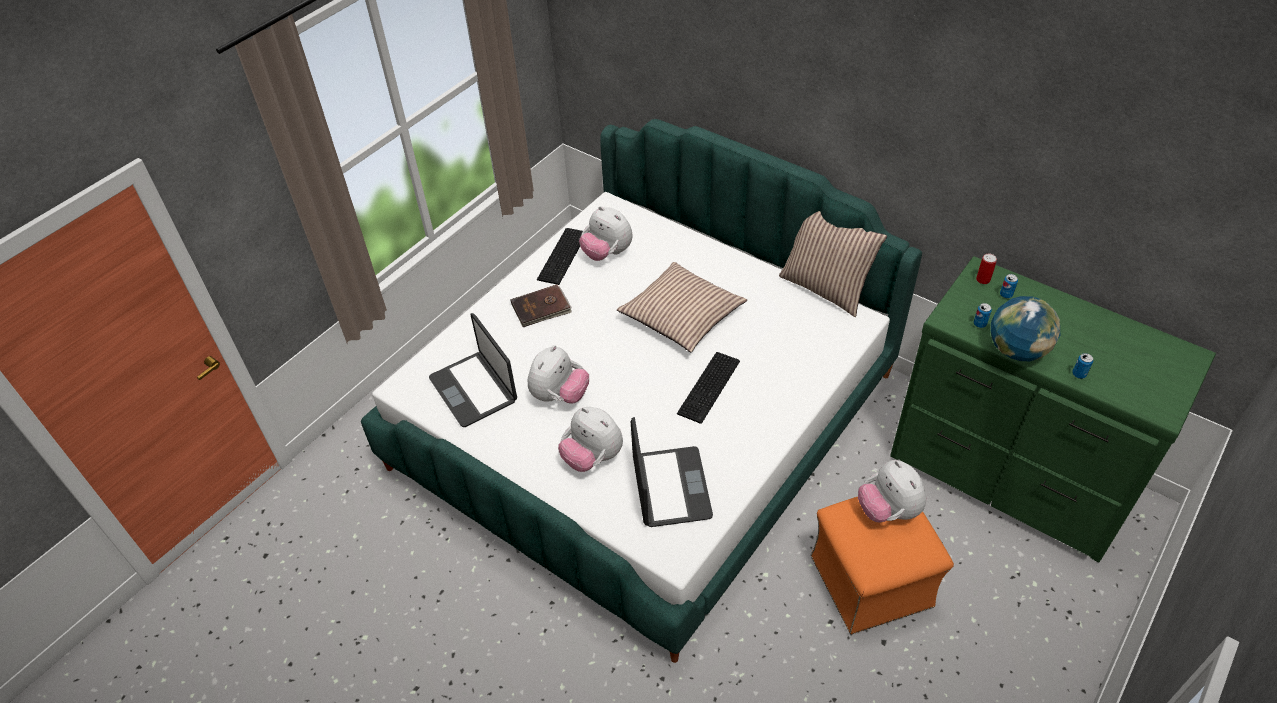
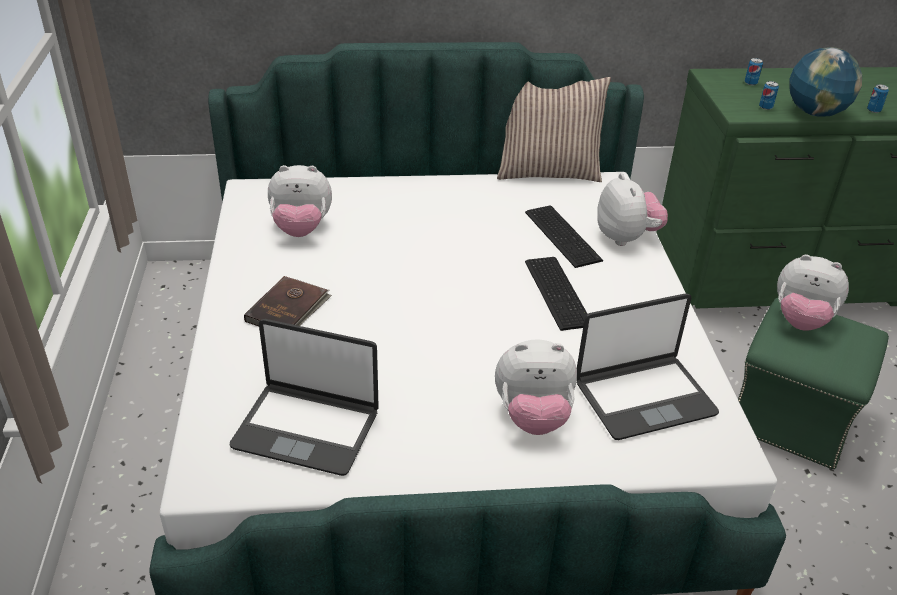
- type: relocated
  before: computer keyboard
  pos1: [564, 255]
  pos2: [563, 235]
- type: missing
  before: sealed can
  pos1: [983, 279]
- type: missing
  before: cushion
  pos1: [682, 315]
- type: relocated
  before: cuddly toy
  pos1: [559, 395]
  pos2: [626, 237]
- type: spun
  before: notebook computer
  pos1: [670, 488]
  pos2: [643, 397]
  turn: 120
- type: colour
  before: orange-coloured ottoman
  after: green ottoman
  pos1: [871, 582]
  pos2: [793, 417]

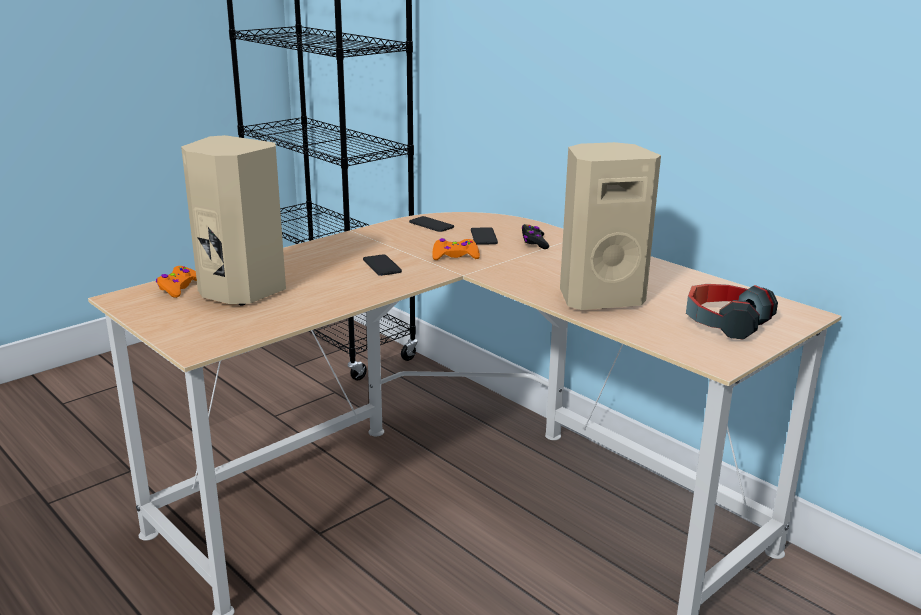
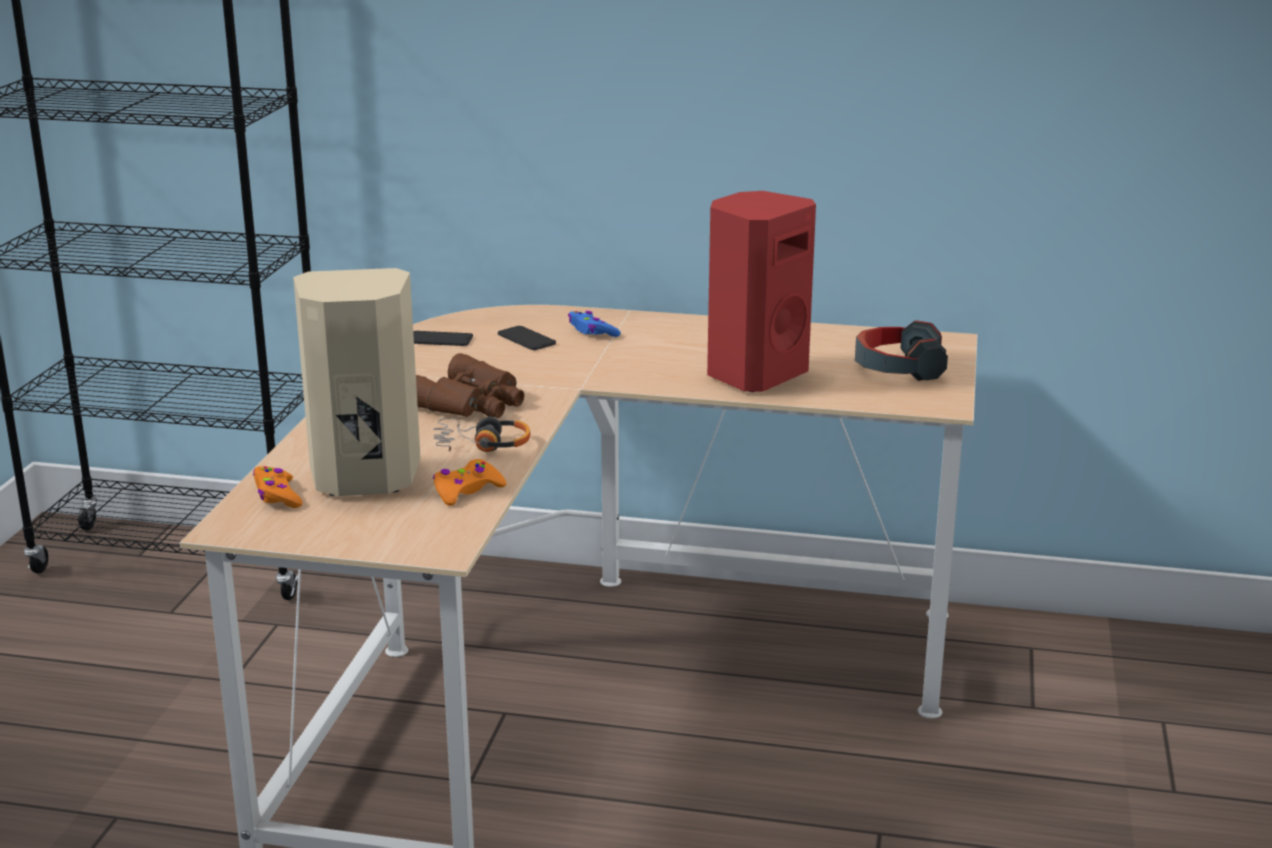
- type: colour
  before: beige speaker
  after: red speaker
  pos1: [599, 297]
  pos2: [753, 375]
- type: colour
  before: blackish joypad
  after: bluish joypad
  pos1: [534, 242]
  pos2: [592, 331]
- type: relocated
  before: orange-coloured joypad
  pos1: [455, 256]
  pos2: [467, 491]
- type: exchanged
  before: handset
  after: brown pair of binoculars
  pos1: [382, 266]
  pos2: [473, 403]
- type: appeared
  after: pair of headphones
  pos2: [481, 445]

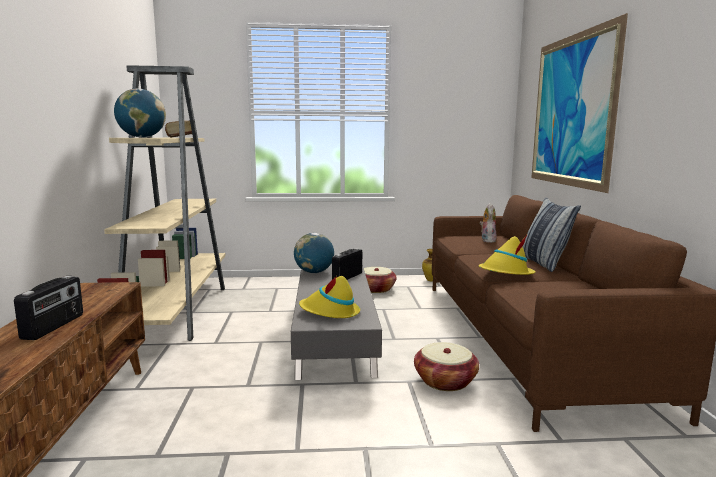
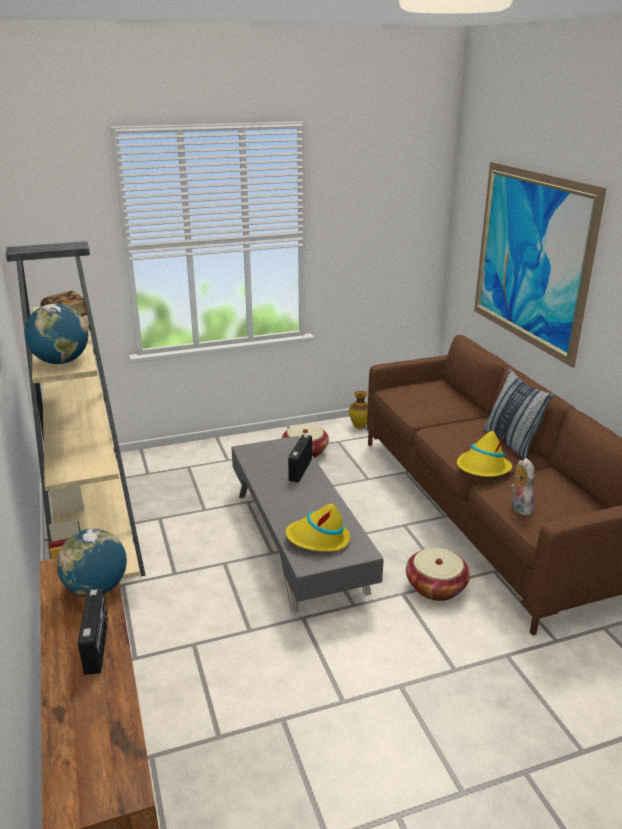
- type: relocated
  before: cuddly toy
  pos1: [487, 240]
  pos2: [519, 507]
- type: relocated
  before: globe
  pos1: [314, 272]
  pos2: [96, 588]

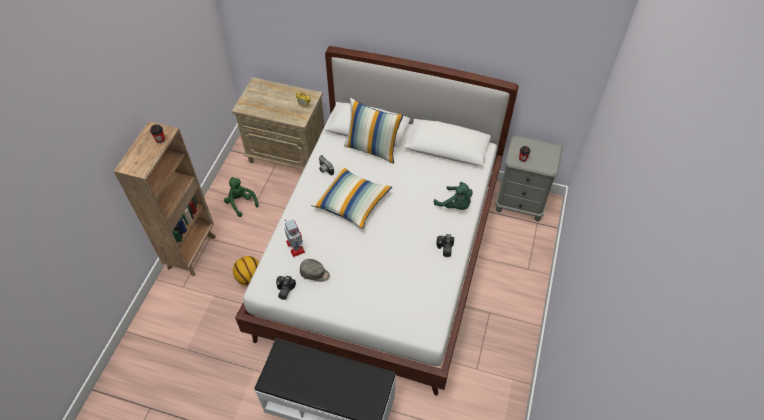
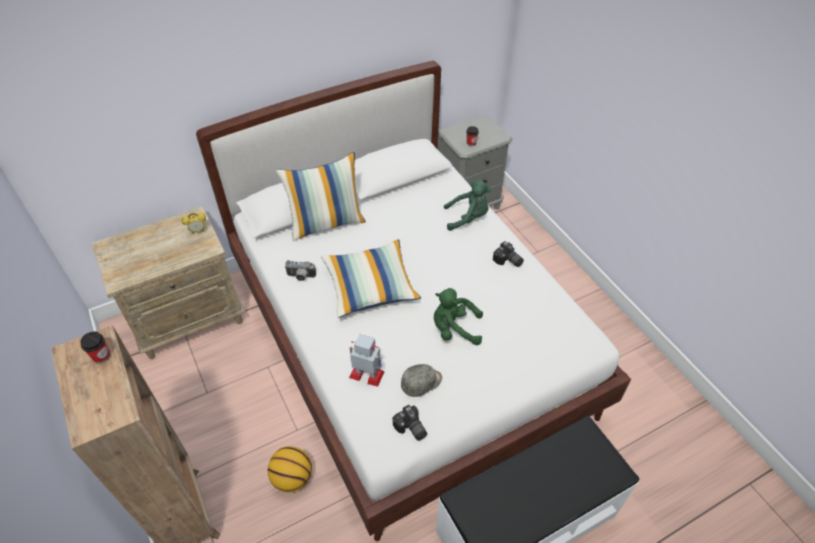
- type: relocated
  before: green cuddly toy
  pos1: [241, 203]
  pos2: [454, 329]

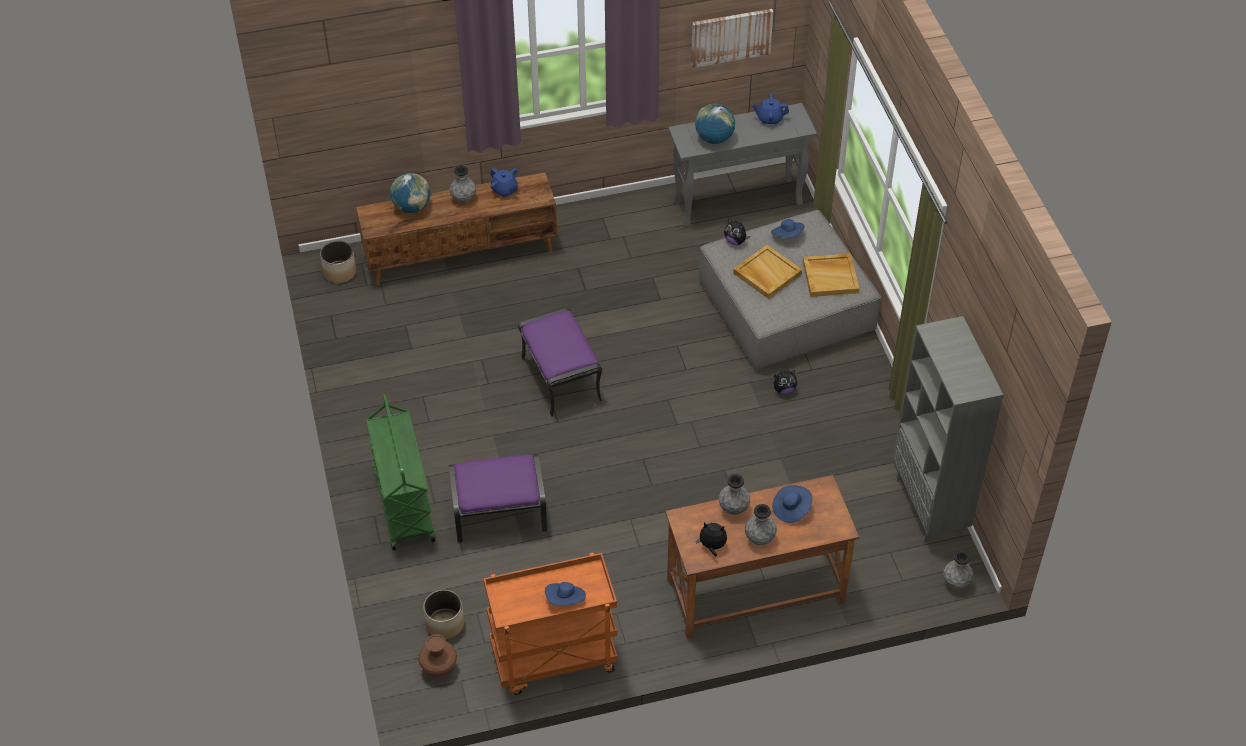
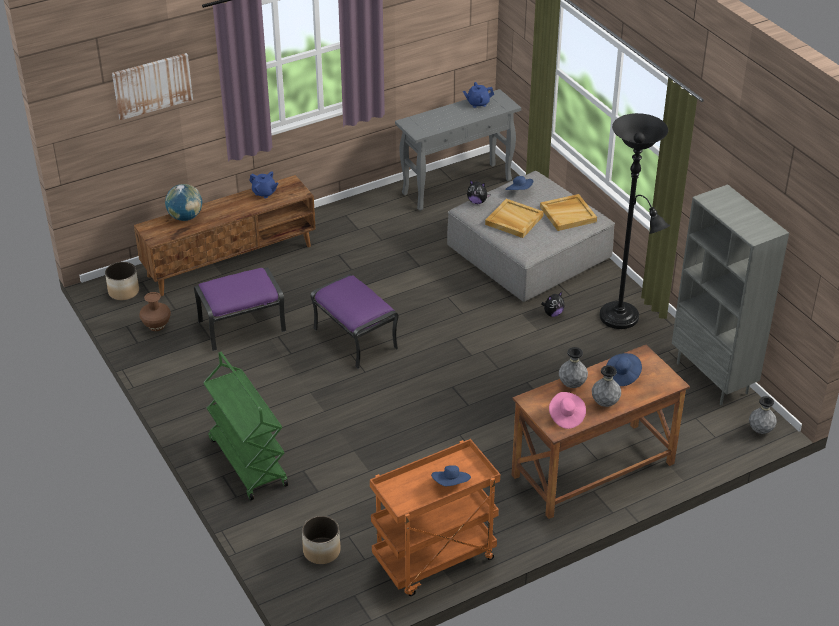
- type: relocated
  before: wall picture
  pos1: [731, 37]
  pos2: [152, 85]
- type: missing
  before: globe
  pos1: [714, 138]
- type: missing
  before: greyish decorative vase
  pos1: [463, 199]
- type: relocated
  before: purplish ottoman
  pos1: [500, 513]
  pos2: [242, 325]
- type: exchanged
  before: cuddly toy
  after: pink-coloured clothing hat
  pos1: [712, 546]
  pos2: [566, 416]
- type: relocated
  before: brown decorative vase
  pos1: [439, 667]
  pos2: [156, 325]
- type: appeared
  after: blackish standard lamp
  pos2: [623, 319]

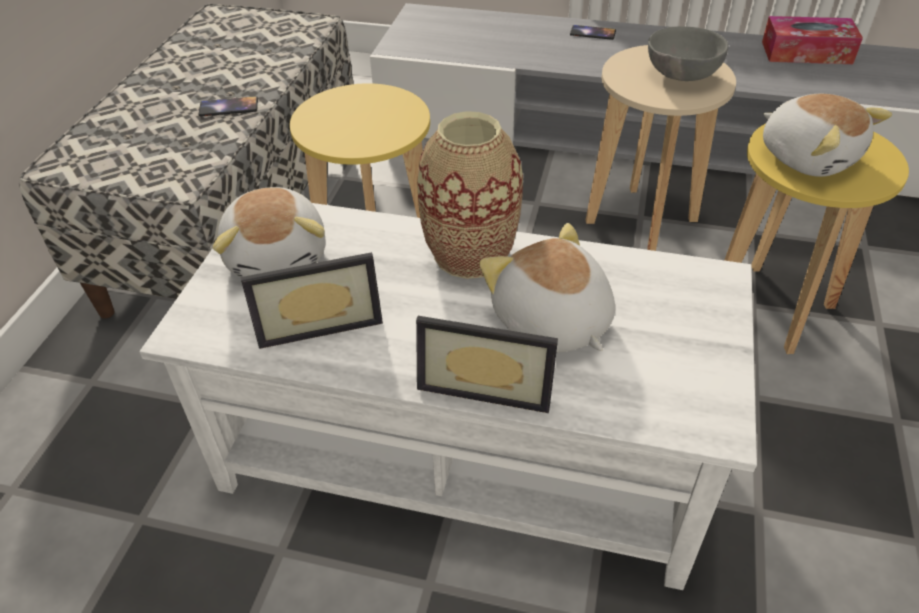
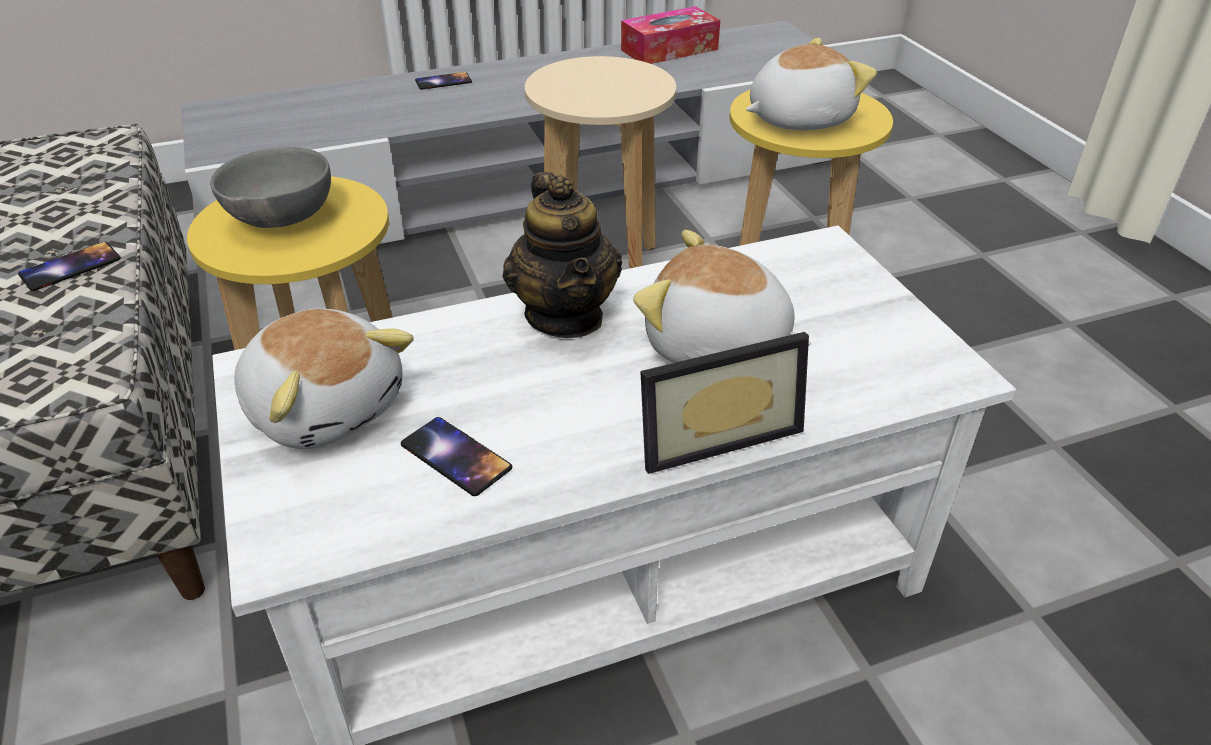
- type: relocated
  before: greyish bowl
  pos1: [680, 76]
  pos2: [279, 220]
- type: spun
  before: cuddly toy
  pos1: [808, 156]
  pos2: [797, 118]
  turn: -45
- type: exchanged
  before: decorative vase
  after: pot for tea
  pos1: [470, 254]
  pos2: [565, 316]
- type: exchanged
  before: standing frame
  after: handset
  pos1: [318, 320]
  pos2: [456, 456]

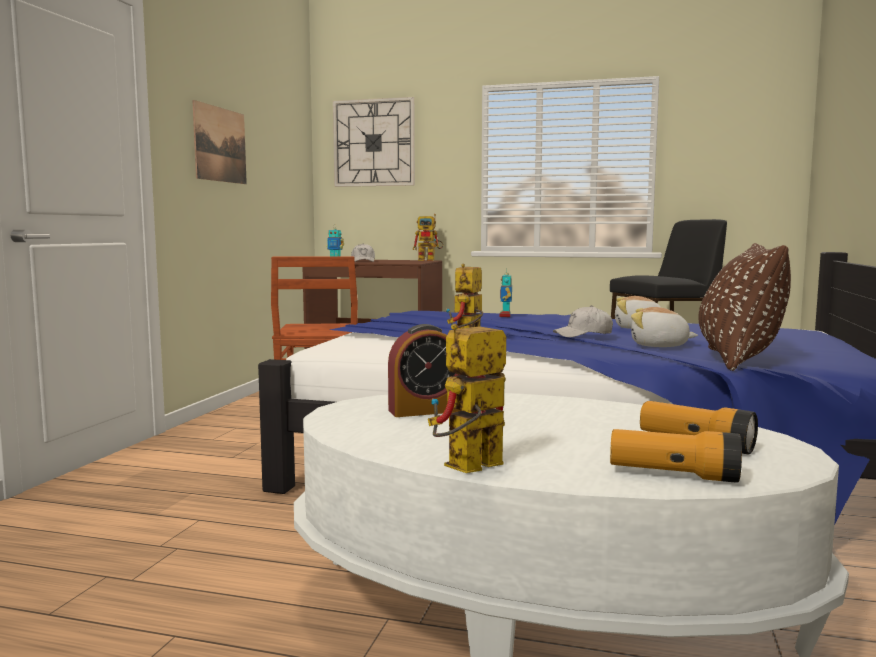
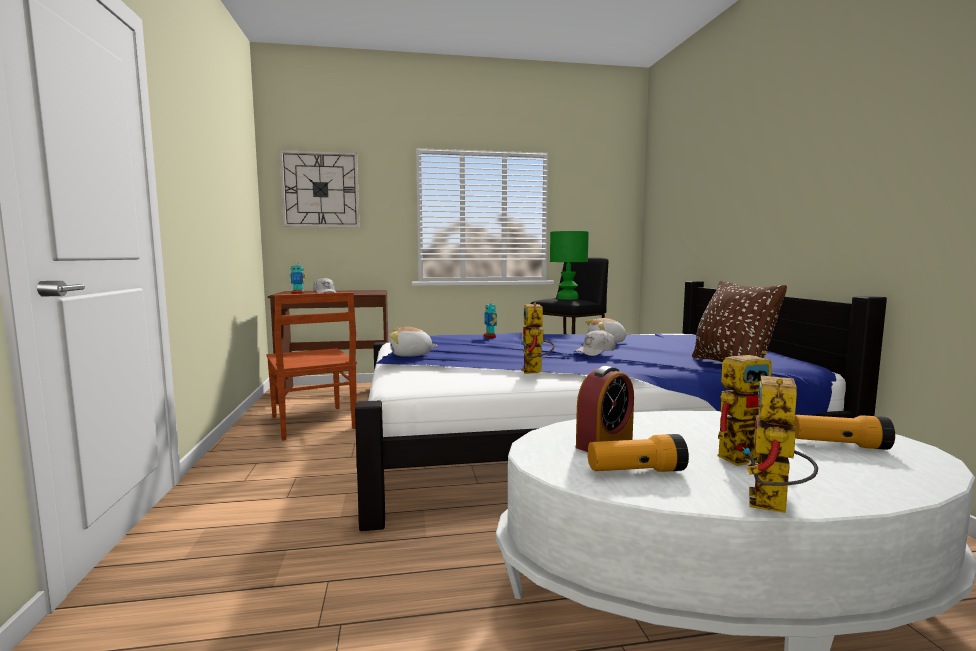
- type: missing
  before: wall picture
  pos1: [220, 144]
- type: relocated
  before: robot figure
  pos1: [430, 260]
  pos2: [745, 455]
- type: relocated
  before: cuddly toy
  pos1: [659, 346]
  pos2: [411, 355]
- type: relocated
  before: torch
  pos1: [673, 475]
  pos2: [636, 471]
- type: appeared
  after: green tabletop lamp
  pos2: [567, 298]

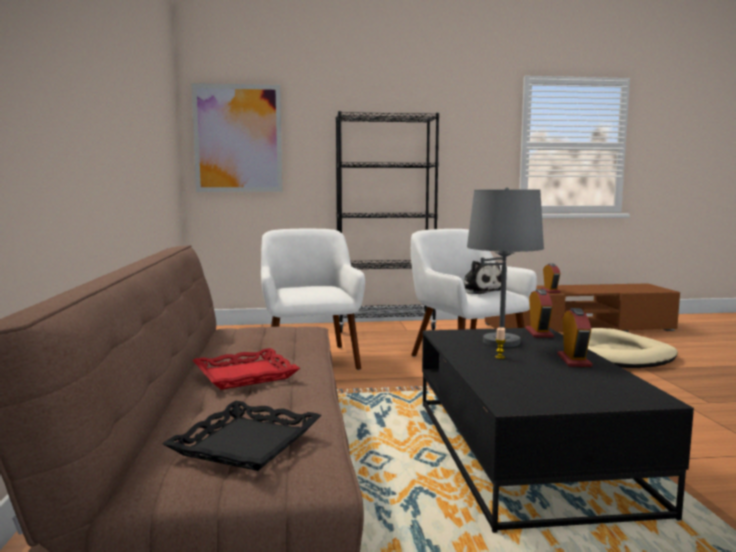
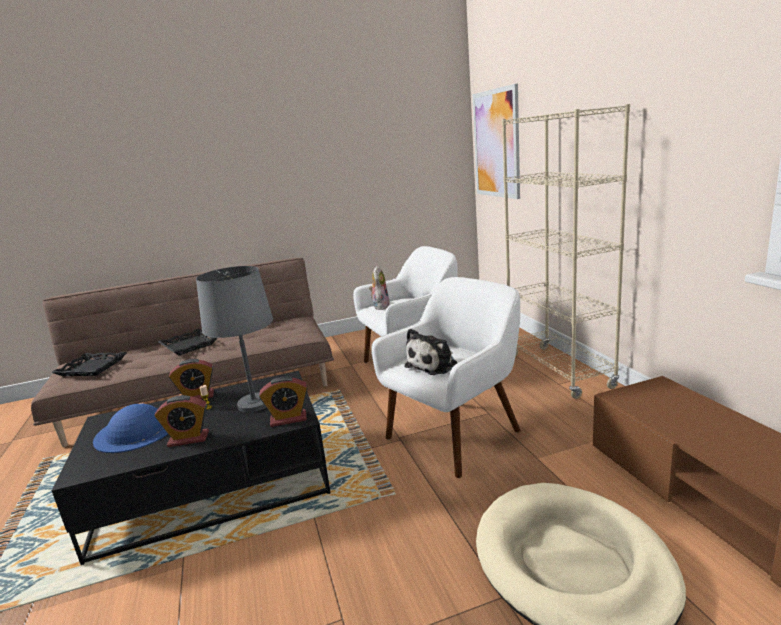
- type: colour
  before: blackish bookshelf
  after: beige bookshelf
  pos1: [385, 327]
  pos2: [559, 371]
- type: relocated
  before: alarm clock
  pos1: [550, 291]
  pos2: [197, 397]
- type: colour
  before: red carrying tray
  after: blackish carrying tray
  pos1: [245, 375]
  pos2: [189, 345]
- type: appeared
  after: cuddly toy
  pos2: [380, 306]
- type: appeared
  after: bluish clothing hat
  pos2: [137, 430]

